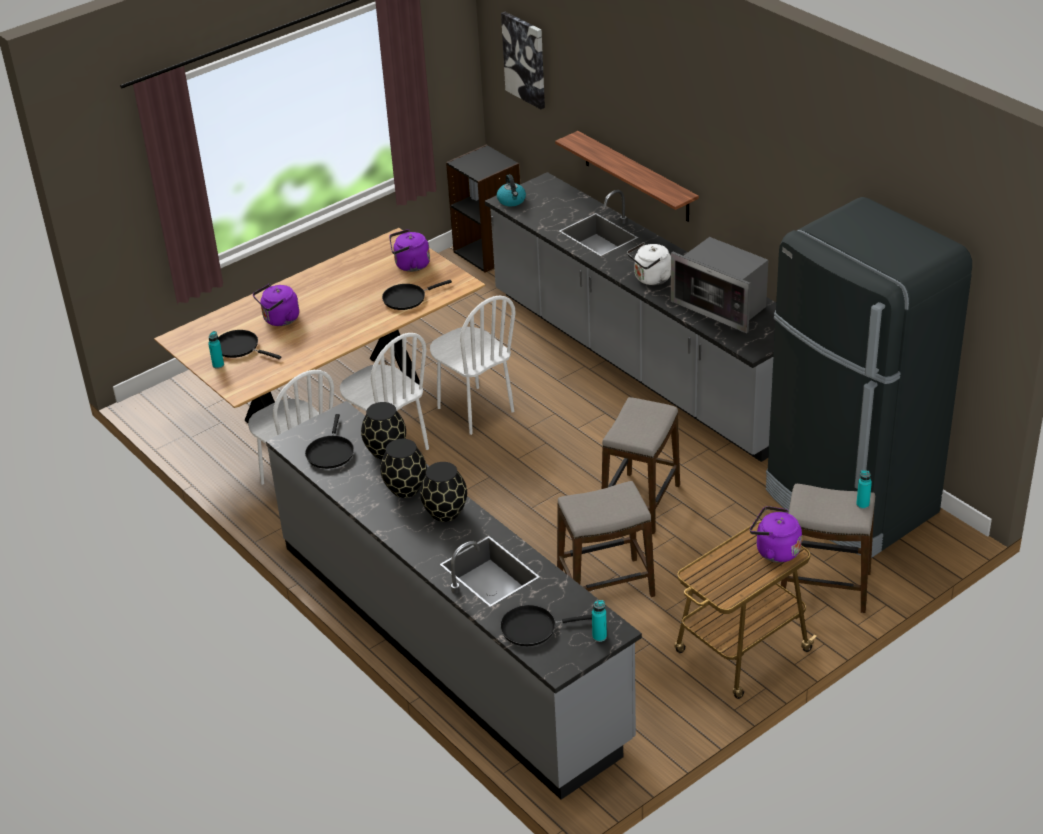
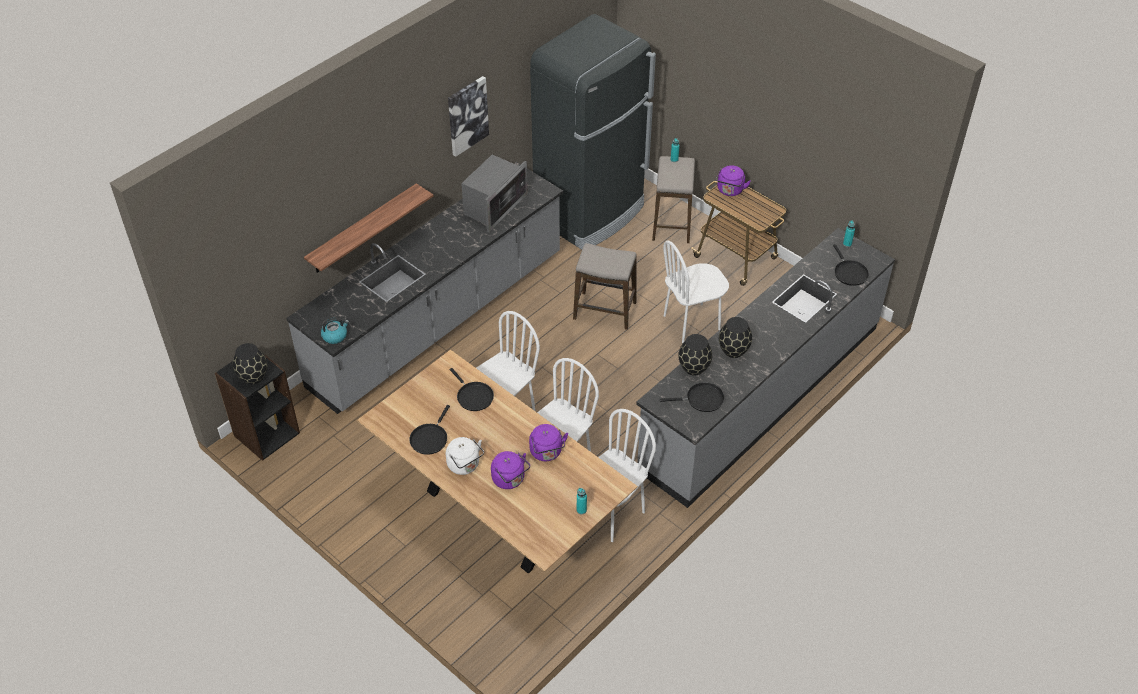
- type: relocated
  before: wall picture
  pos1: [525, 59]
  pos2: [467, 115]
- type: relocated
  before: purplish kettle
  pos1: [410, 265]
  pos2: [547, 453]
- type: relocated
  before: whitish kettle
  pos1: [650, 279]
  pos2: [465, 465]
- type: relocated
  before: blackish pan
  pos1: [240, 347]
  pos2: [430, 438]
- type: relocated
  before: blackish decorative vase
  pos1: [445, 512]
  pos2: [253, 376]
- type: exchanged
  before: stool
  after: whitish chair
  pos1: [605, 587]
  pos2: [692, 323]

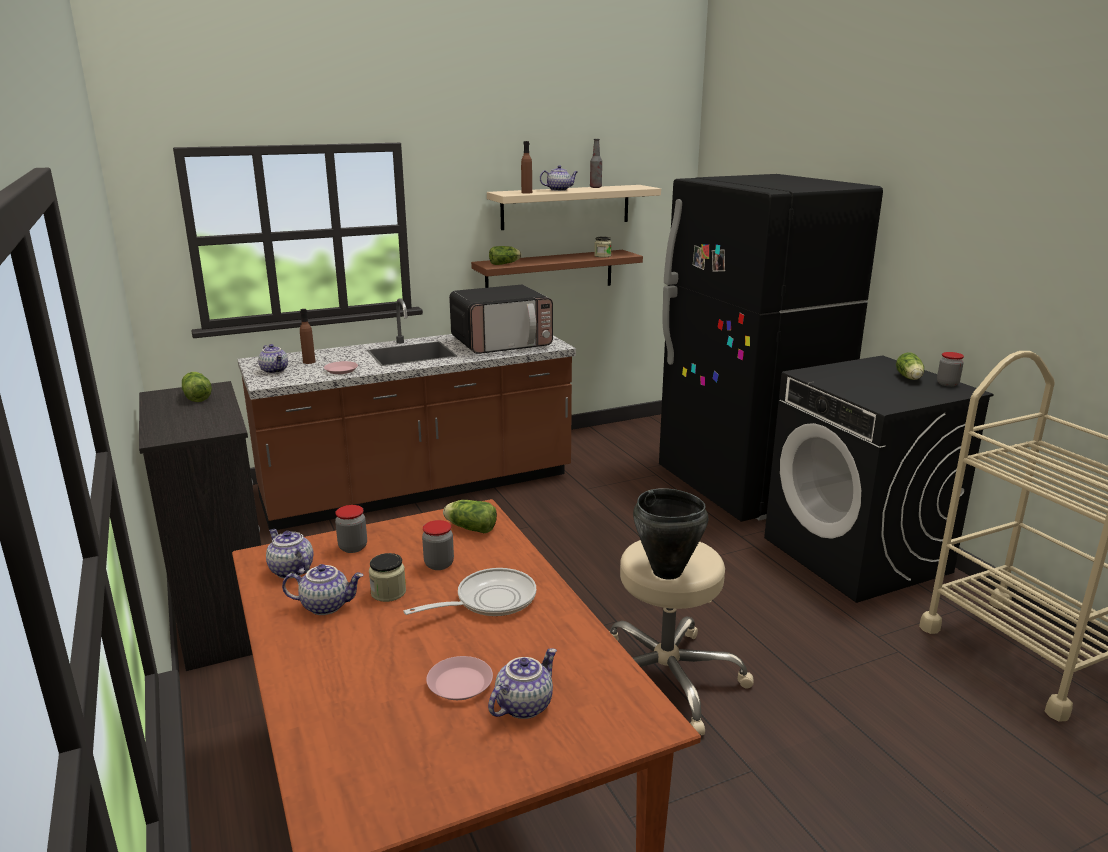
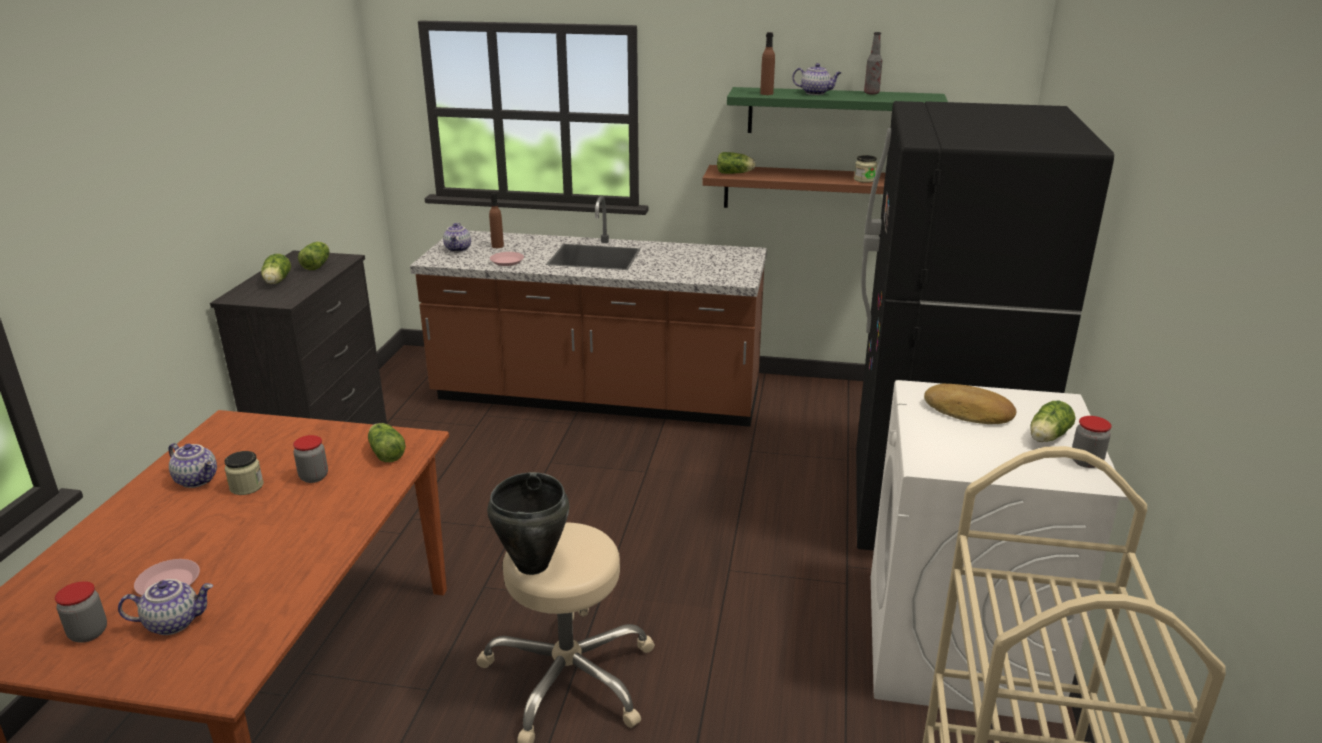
- type: colour
  before: beige bracket shelf
  after: green bracket shelf
  pos1: [566, 207]
  pos2: [835, 113]
- type: missing
  before: kitchen microwave
  pos1: [502, 343]
- type: colour
  before: blackish laundry machine
  after: whitish laundry machine
  pos1: [857, 555]
  pos2: [958, 645]
- type: relocated
  before: storage jar
  pos1: [353, 547]
  pos2: [88, 633]
- type: missing
  before: pot for tea
  pos1: [290, 570]
- type: missing
  before: pan
  pos1: [489, 600]
- type: appeared
  after: lettuce head
  pos2: [276, 282]
- type: appeared
  after: bread
  pos2: [968, 412]

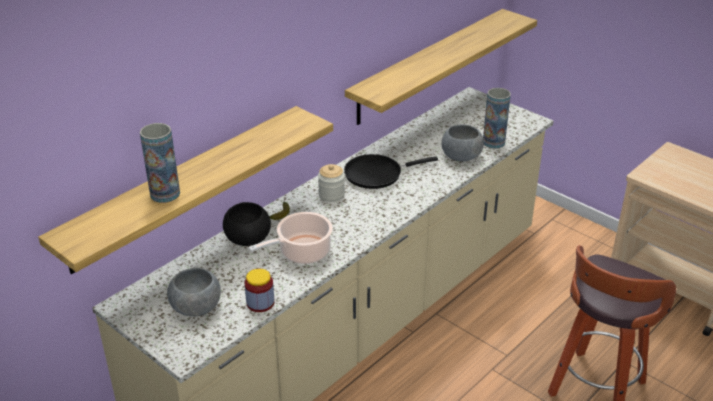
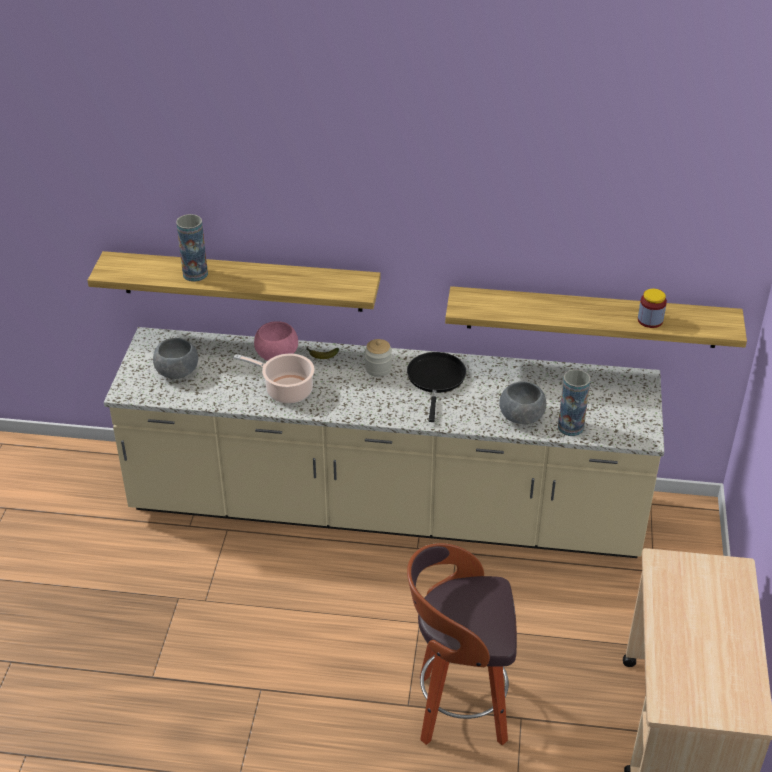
- type: spun
  before: blackish pan
  pos1: [377, 174]
  pos2: [436, 379]
  turn: 60
- type: colour
  before: blackish bowl
  after: pink-coloured bowl
  pos1: [247, 238]
  pos2: [276, 355]
- type: relocated
  before: storage jar
  pos1: [260, 303]
  pos2: [650, 320]

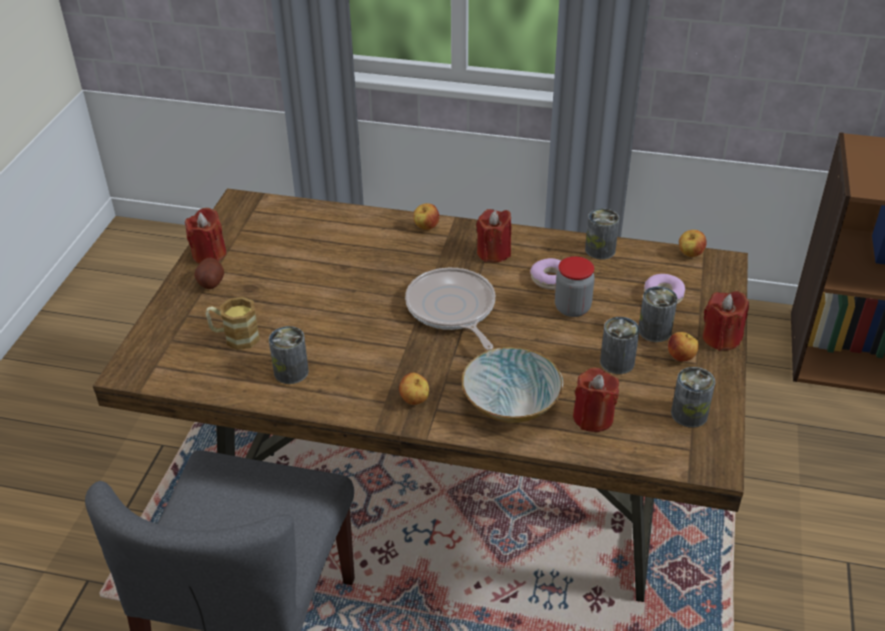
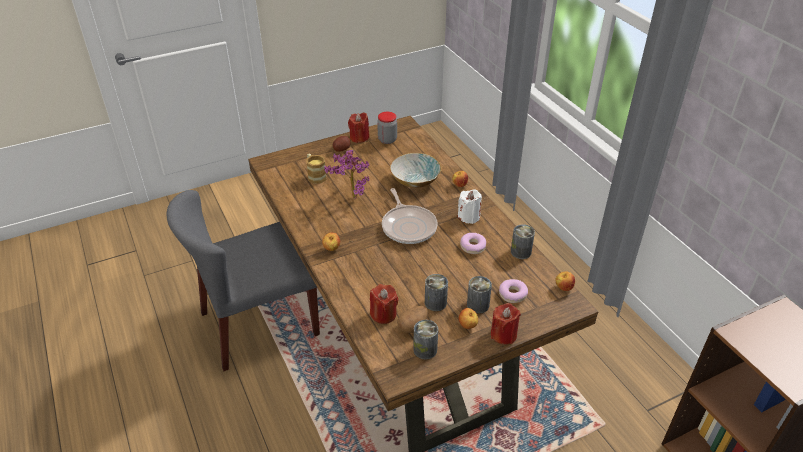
- type: colour
  before: red wax light
  after: whitish wax light
  pos1: [493, 253]
  pos2: [469, 216]
- type: relocated
  before: storage jar
  pos1: [572, 308]
  pos2: [387, 140]
- type: spun
  before: pan
  pos1: [452, 309]
  pos2: [408, 226]
  turn: 135
- type: missing
  before: sealed can
  pos1: [291, 372]
- type: relocated
  before: bowl
  pos1: [512, 403]
  pos2: [415, 181]
- type: appeared
  after: potted plant
  pos2: [350, 196]
- type: appeared
  after: whole potato
  pos2: [413, 326]

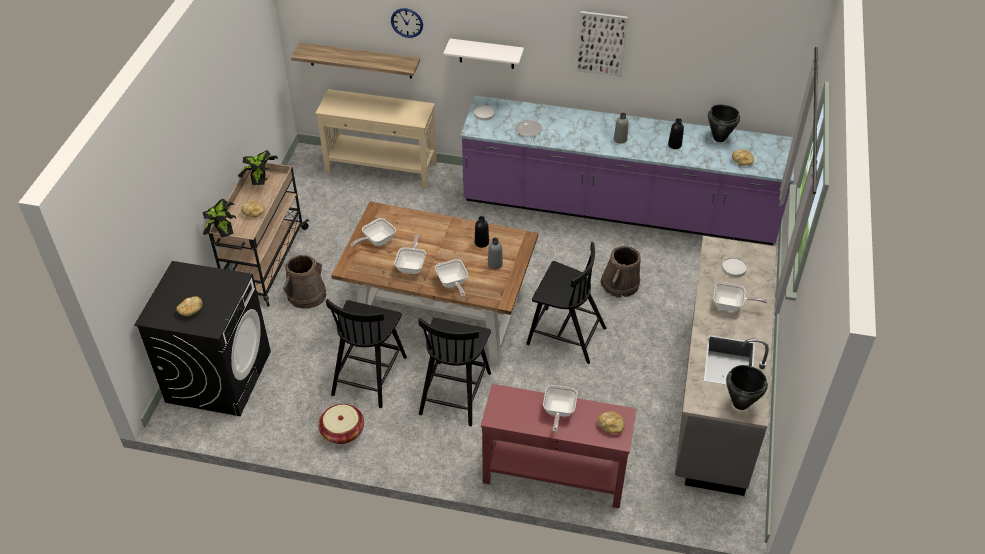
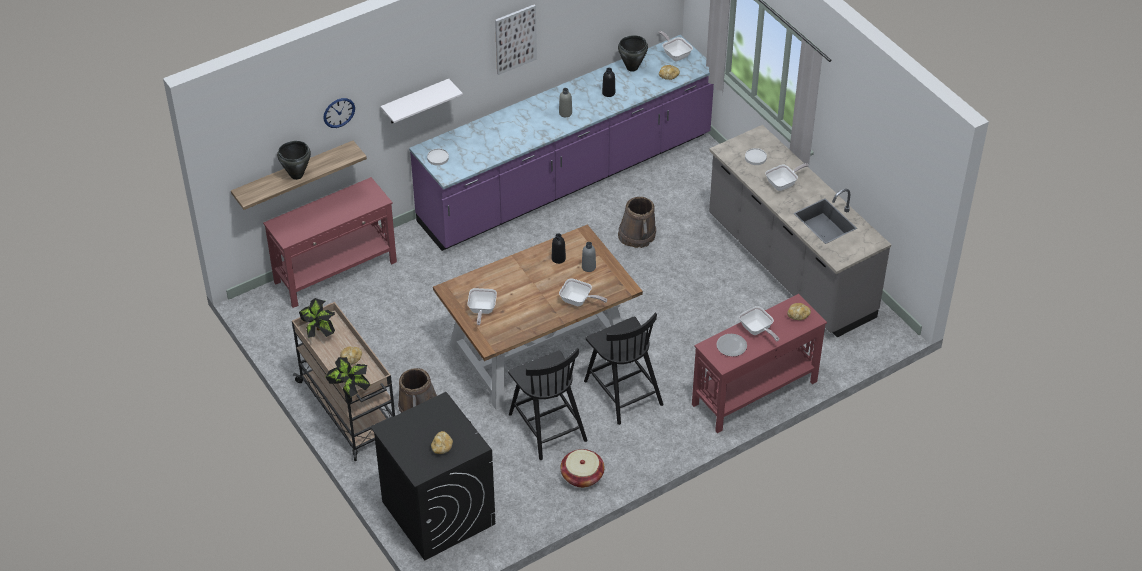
- type: colour
  before: beige console table
  after: red console table
  pos1: [381, 169]
  pos2: [336, 272]
- type: relocated
  before: dinner plate
  pos1: [528, 130]
  pos2: [731, 346]
- type: relocated
  before: pan
  pos1: [412, 265]
  pos2: [675, 54]
- type: missing
  before: blackish chair
  pos1: [565, 335]
- type: relocated
  before: blackish stockpot
  pos1: [740, 403]
  pos2: [296, 175]

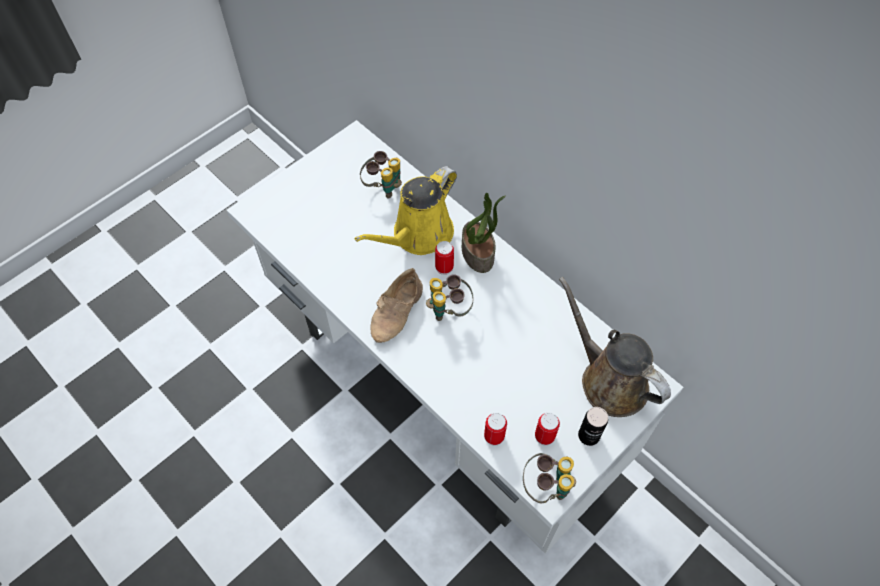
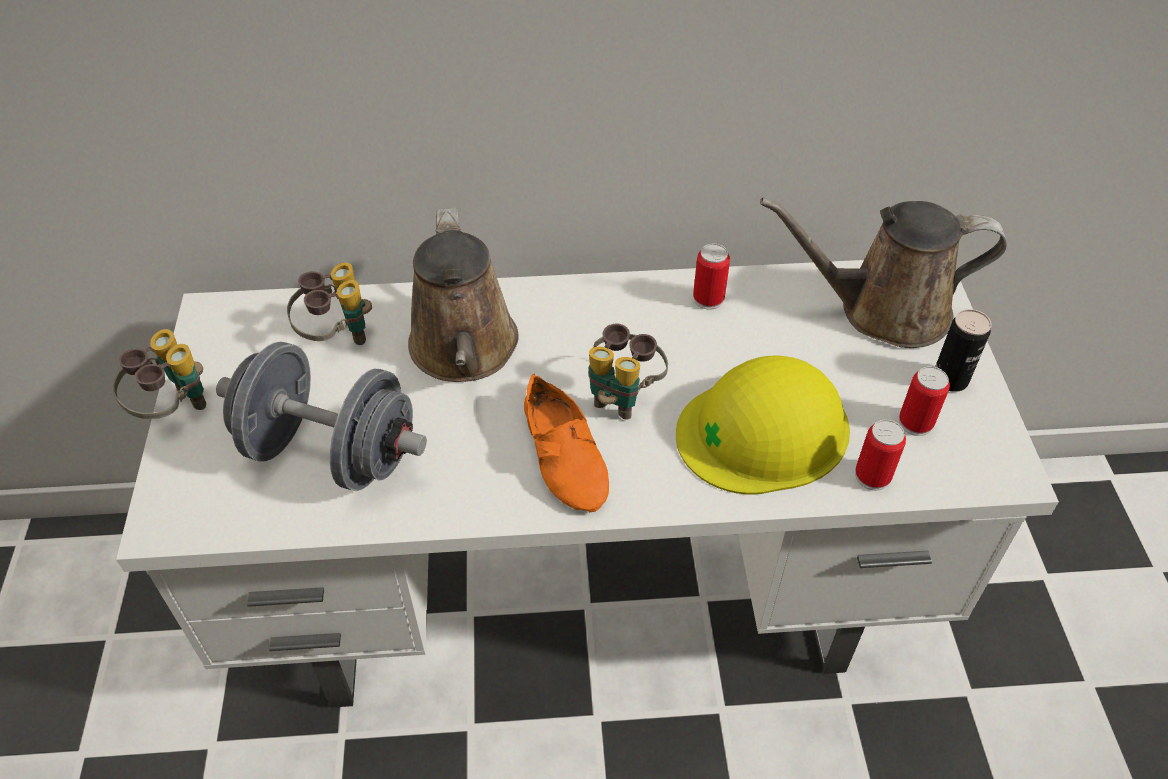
- type: colour
  before: yellow-coloured watering pot
  after: brown watering pot
  pos1: [418, 235]
  pos2: [465, 351]
- type: missing
  before: potted plant
  pos1: [478, 253]
- type: relocated
  before: sealed can
  pos1: [444, 267]
  pos2: [708, 299]
- type: colour
  before: beige item of footwear
  after: orange-coloured item of footwear
  pos1: [398, 312]
  pos2: [567, 455]
- type: relocated
  before: pair of binoculars
  pos1: [546, 486]
  pos2: [174, 410]
- type: appeared
  after: greyish hand weight
  pos2: [330, 452]
- type: appeared
  after: yellow-coloured work helmet
  pos2: [764, 431]

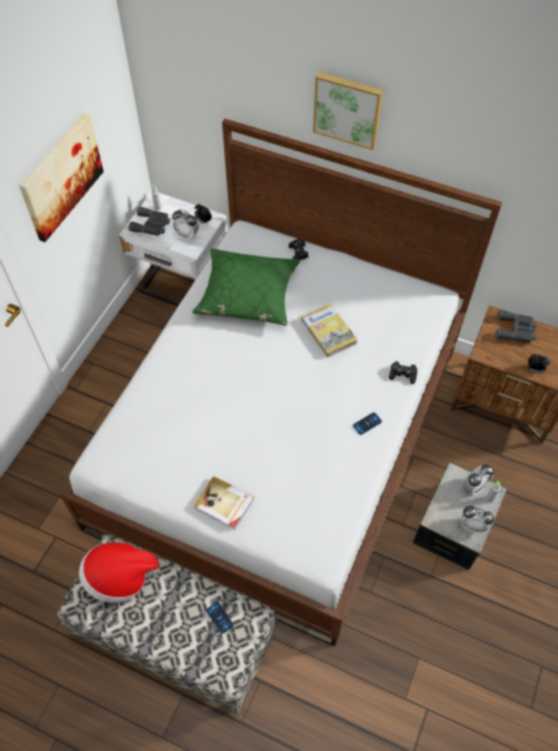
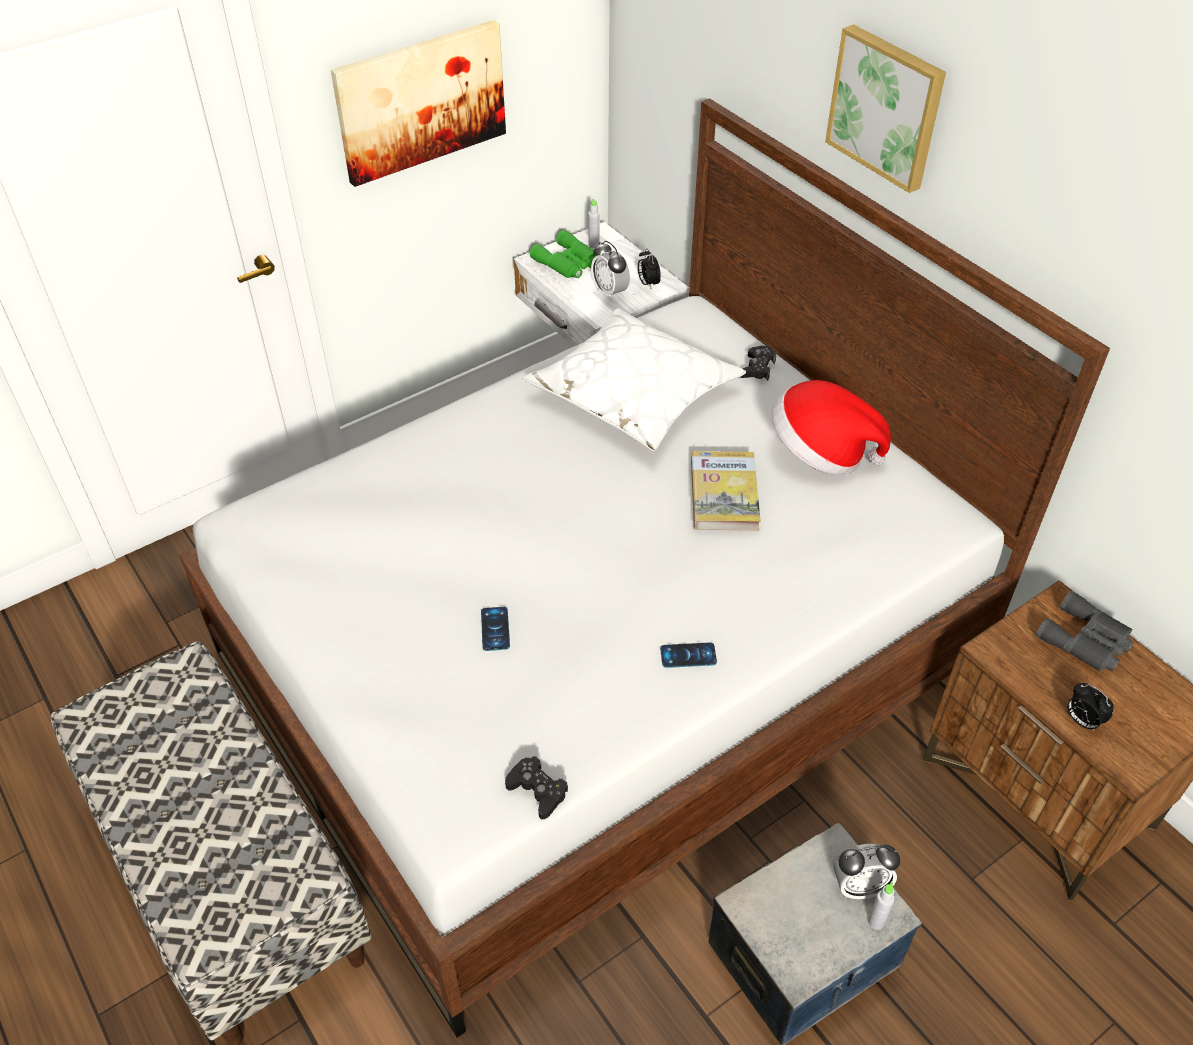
- type: colour
  before: greyish pair of binoculars
  after: green pair of binoculars
  pos1: [151, 225]
  pos2: [568, 263]
- type: colour
  before: green cushion
  after: whitish cushion
  pos1: [248, 294]
  pos2: [634, 394]
- type: relocated
  before: blackish joypad
  pos1: [402, 374]
  pos2: [537, 790]
- type: missing
  before: volume
  pos1: [224, 504]
- type: missing
  before: alarm clock
  pos1: [472, 525]
- type: relocated
  before: clothing hat
  pos1: [120, 577]
  pos2: [820, 452]
- type: relocated
  before: handset
  pos1: [219, 617]
  pos2: [495, 629]

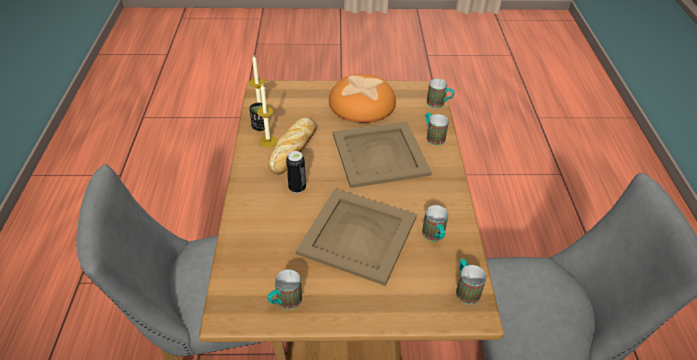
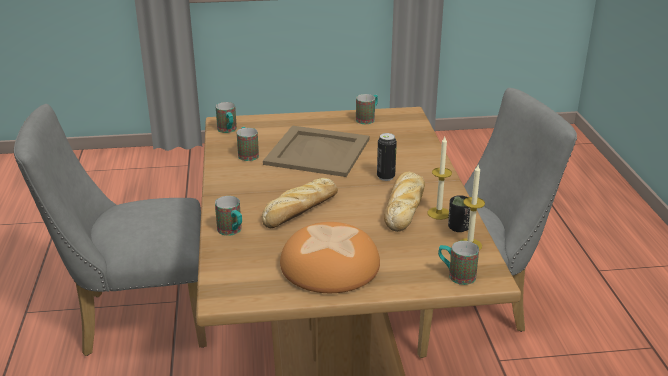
- type: relocated
  before: coffee mug
  pos1: [439, 104]
  pos2: [456, 275]
- type: exchanged
  before: beige carrying tray
  after: bread
  pos1: [380, 153]
  pos2: [299, 210]

